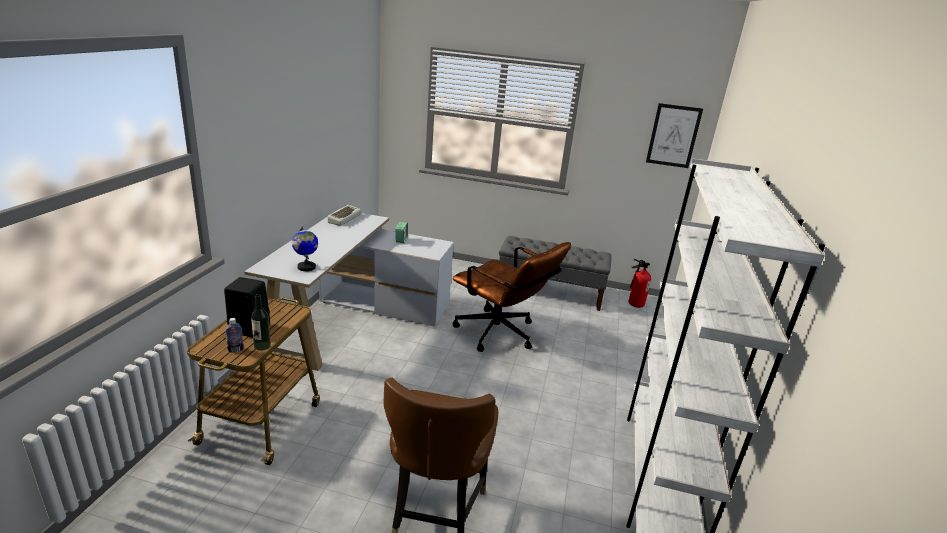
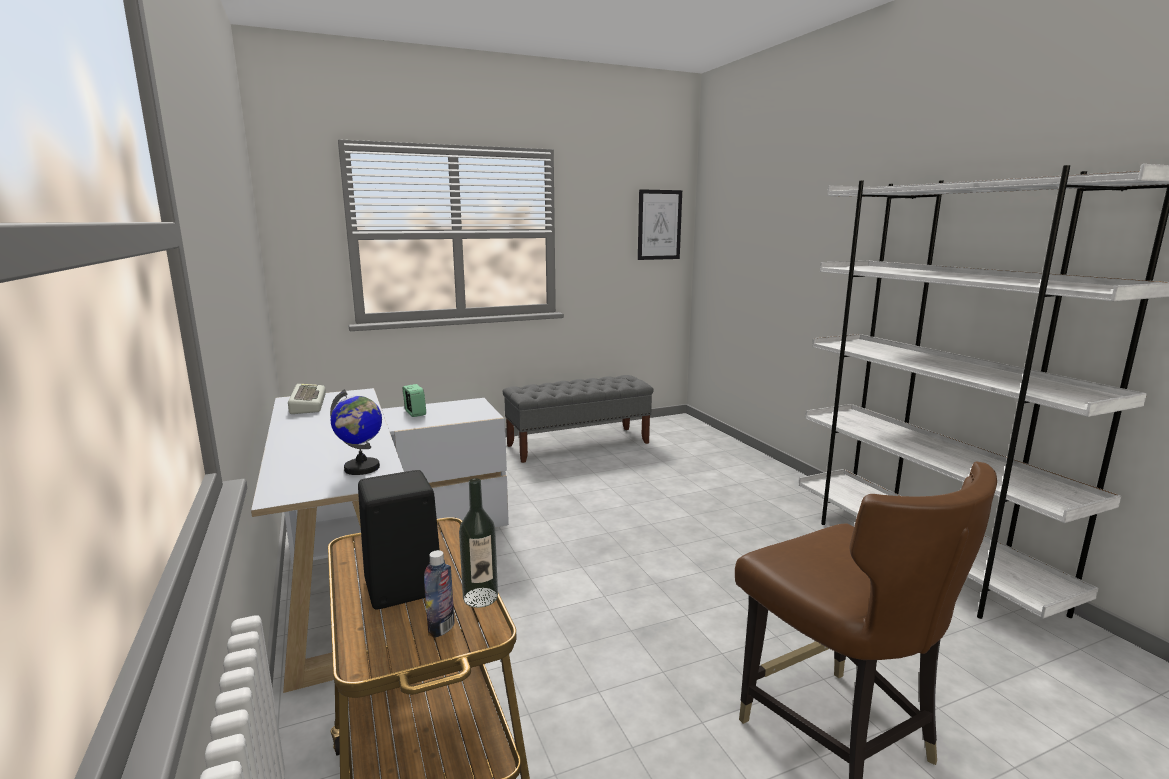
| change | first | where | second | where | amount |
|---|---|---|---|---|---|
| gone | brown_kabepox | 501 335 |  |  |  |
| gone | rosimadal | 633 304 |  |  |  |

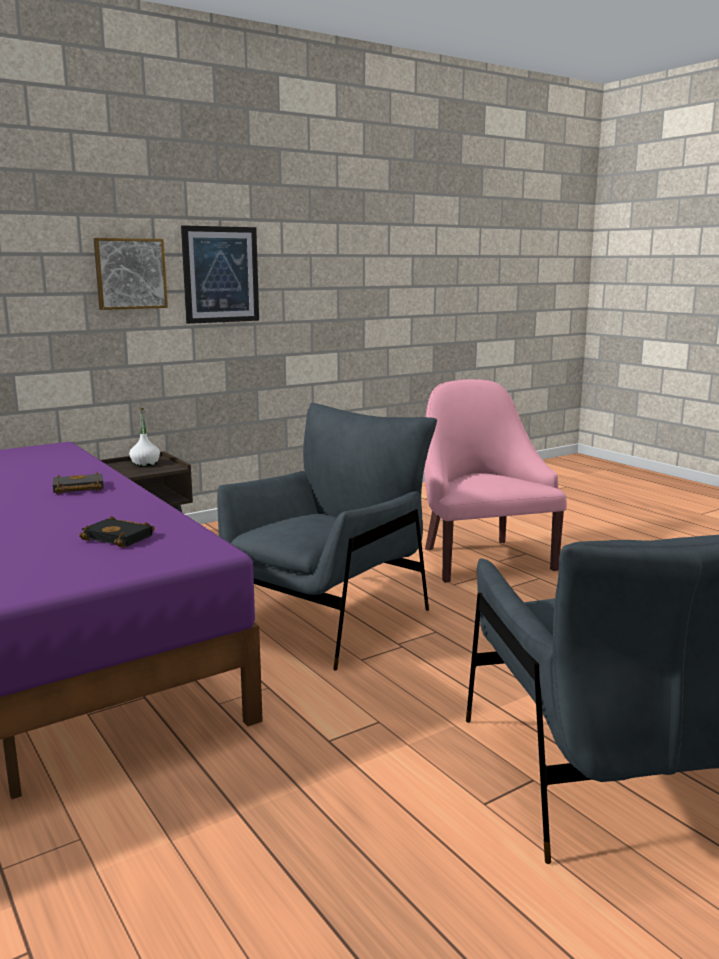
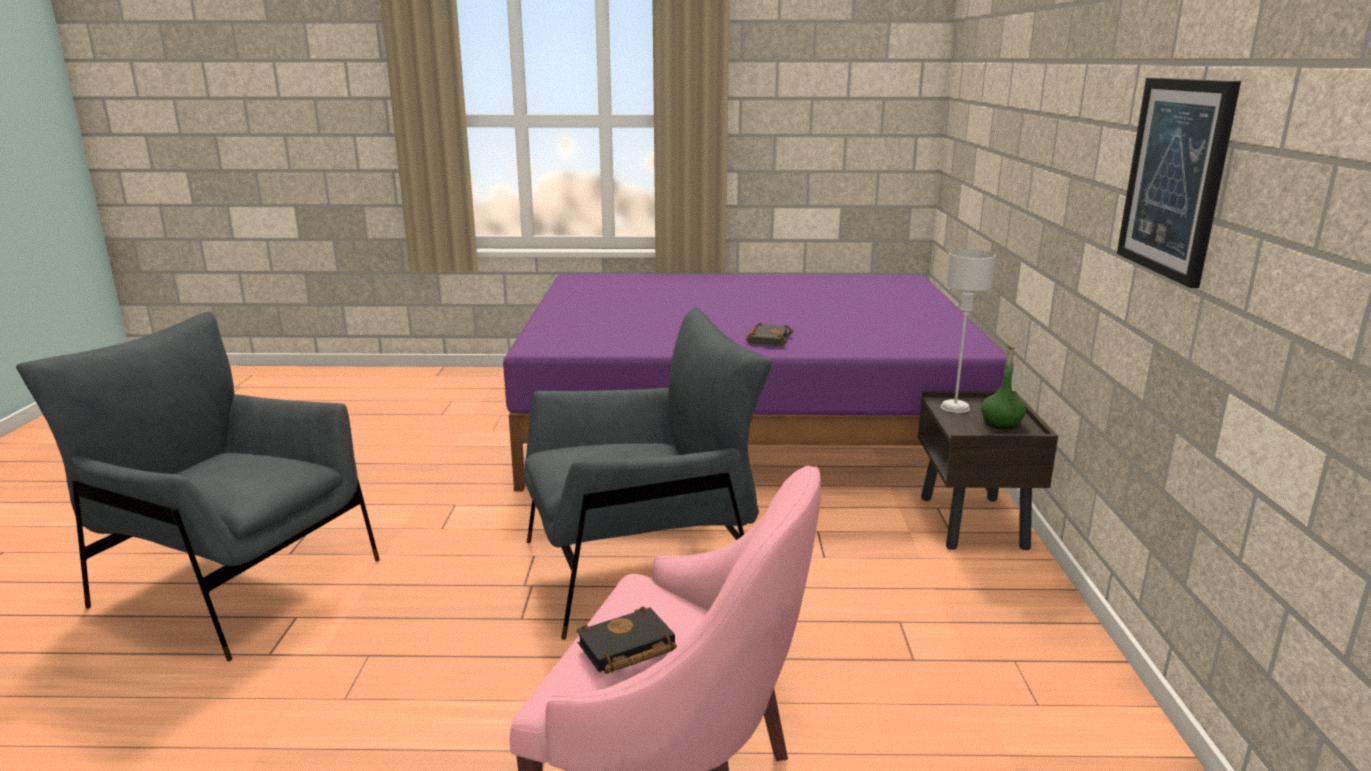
| change | first | where | second | where | amount |
|---|---|---|---|---|---|
| gone | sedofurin | 130 273 |  |  |  |
| new |  |  | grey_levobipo | 955 407 |  |
| shifted | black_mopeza | 121 537 |  | 625 649 |  |
| repainted | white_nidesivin | 145 463 | green_nidesivin | 1001 423 |  |
| rotated | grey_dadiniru | 326 617 |  | 640 569 | 90 degrees counterclockwise |

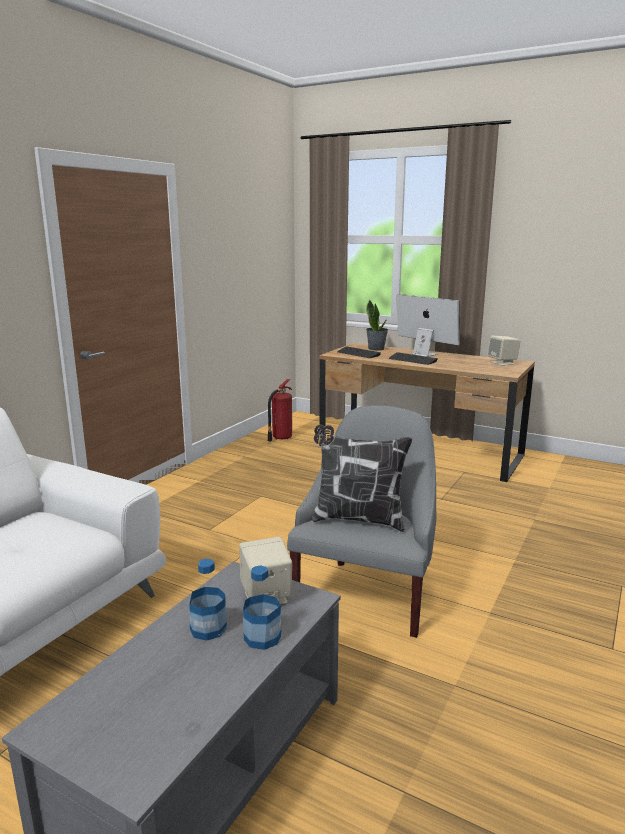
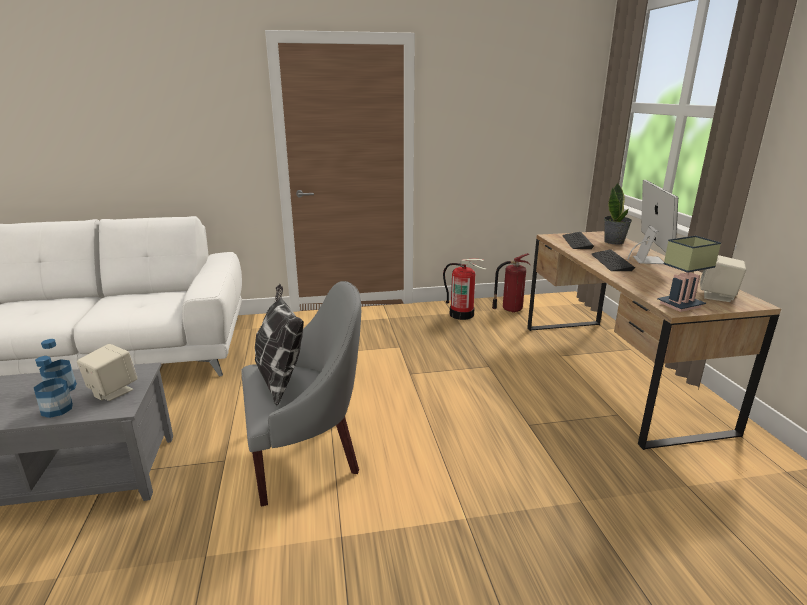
| change | first | where | second | where | amount |
|---|---|---|---|---|---|
| new |  |  | rosimadal | 462 314 |  |
| new |  |  | levobipo | 679 304 |  |

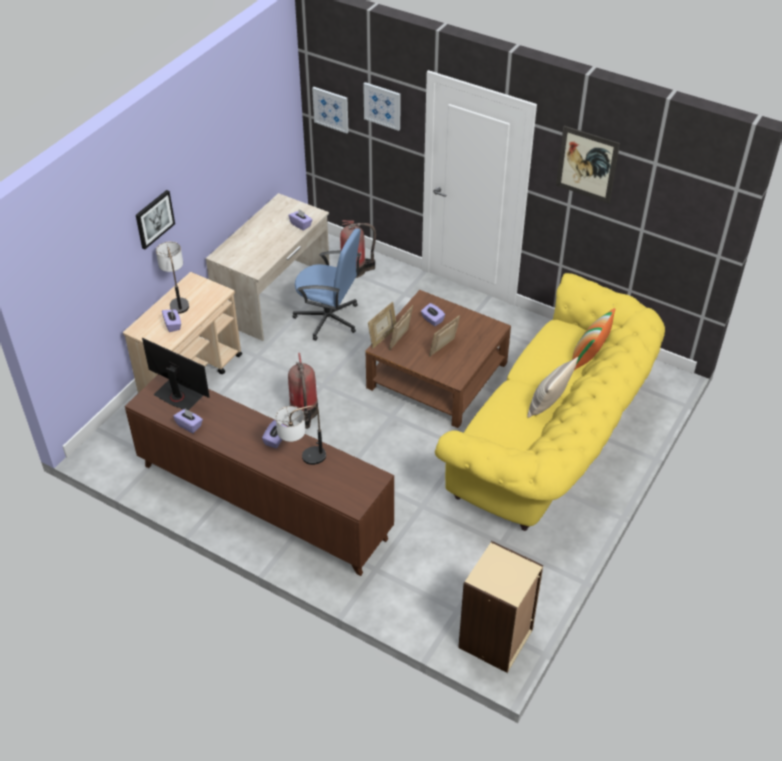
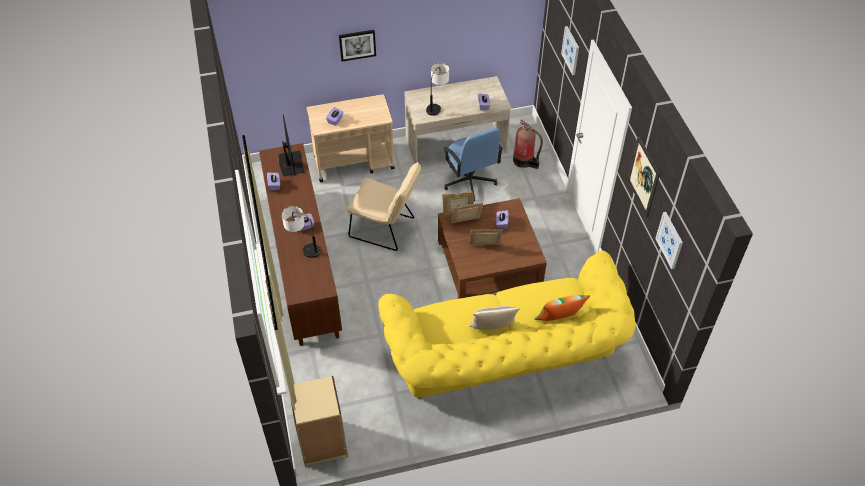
| change | first | where | second | where | amount |
|---|---|---|---|---|---|
| shifted | levobipo | 177 299 |  | 437 105 |  |
| shifted | sedofurin | 331 109 |  | 670 240 |  |
| swapped | rosimadal | 304 412 | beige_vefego | 386 229 |  |

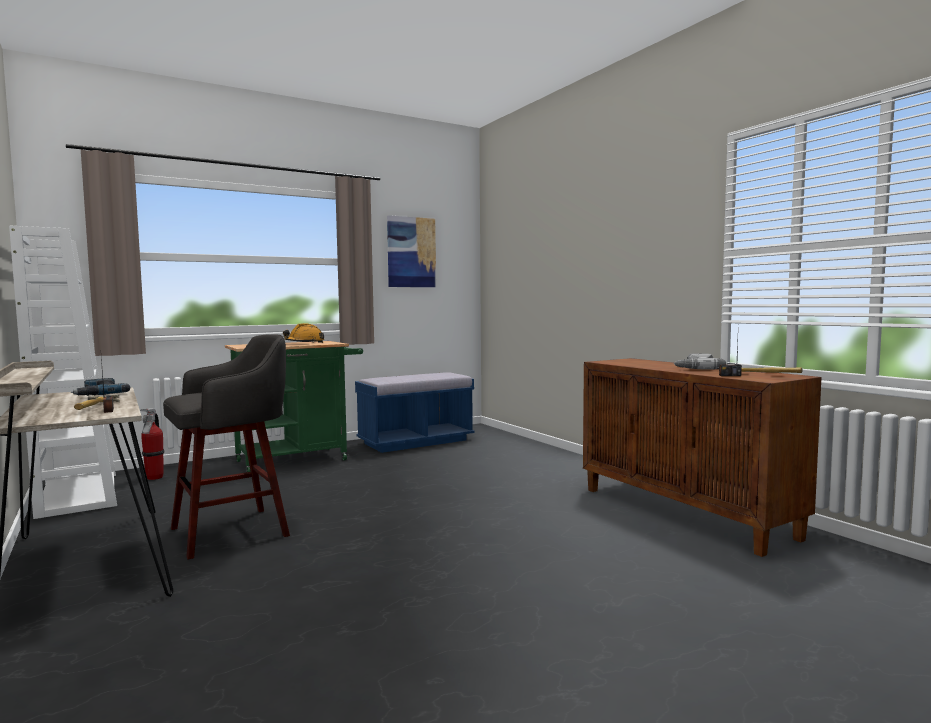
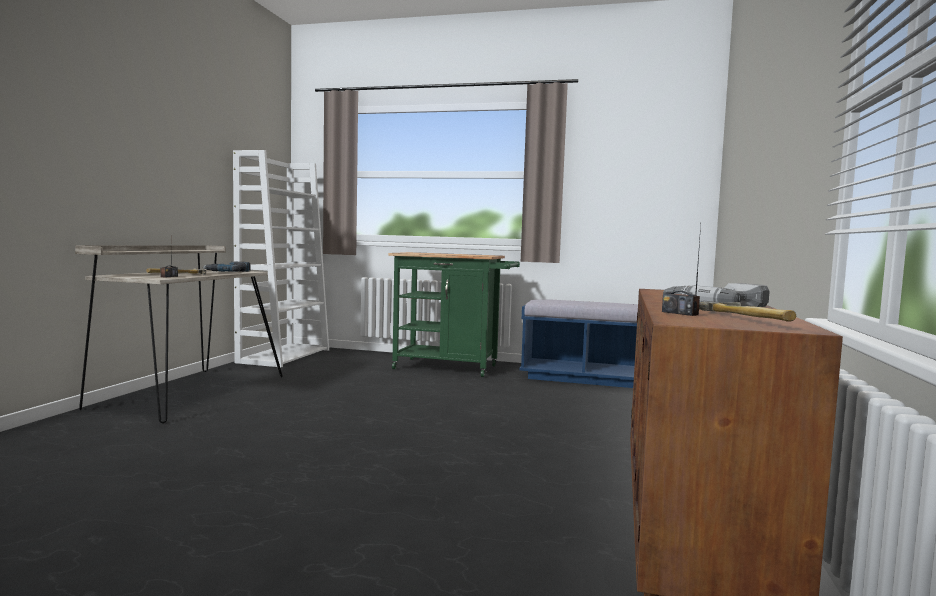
| change | first | where | second | where | amount |
|---|---|---|---|---|---|
| gone | rosimadal | 154 478 |  |  |  |
| gone | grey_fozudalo | 234 531 |  |  |  |
| gone | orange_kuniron | 304 343 |  |  |  |
| gone | sedofurin | 411 252 |  |  |  |

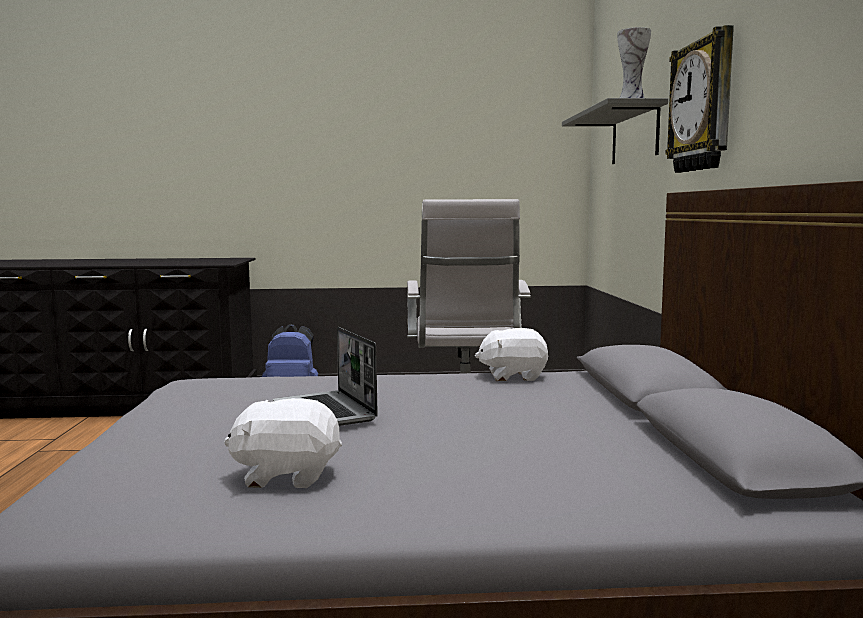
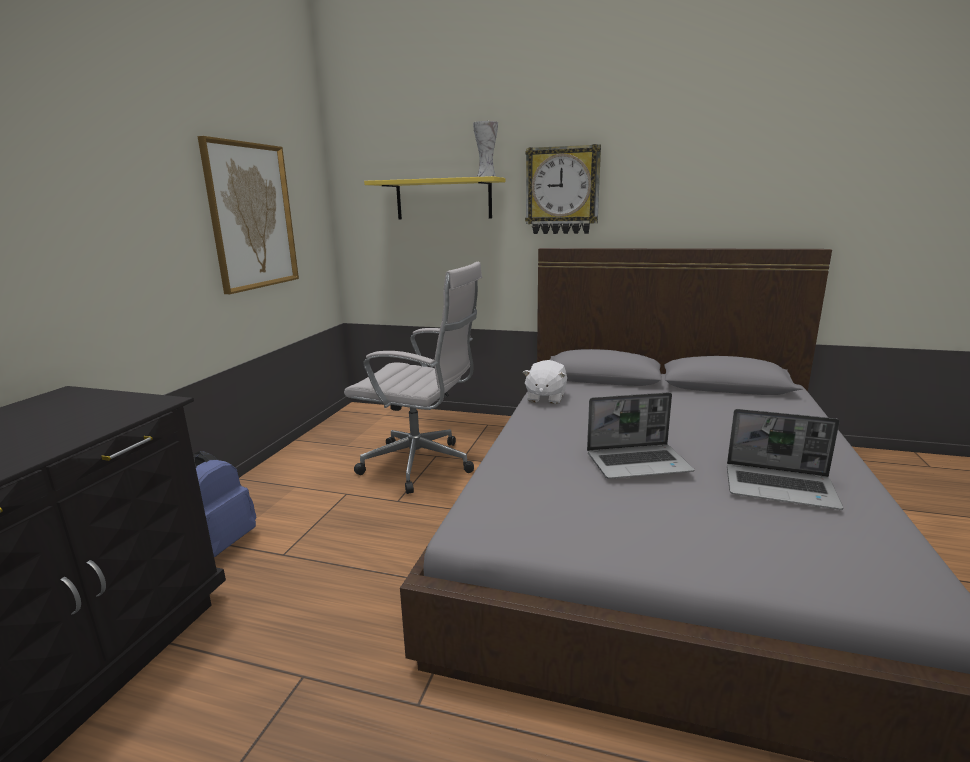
| change | first | where | second | where | amount |
|---|---|---|---|---|---|
| new |  |  | sedofurin | 251 216 |  |
| swapped | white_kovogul | 287 475 | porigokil | 781 488 |  |
| repainted | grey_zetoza | 634 135 | yellow_zetoza | 443 199 |  |

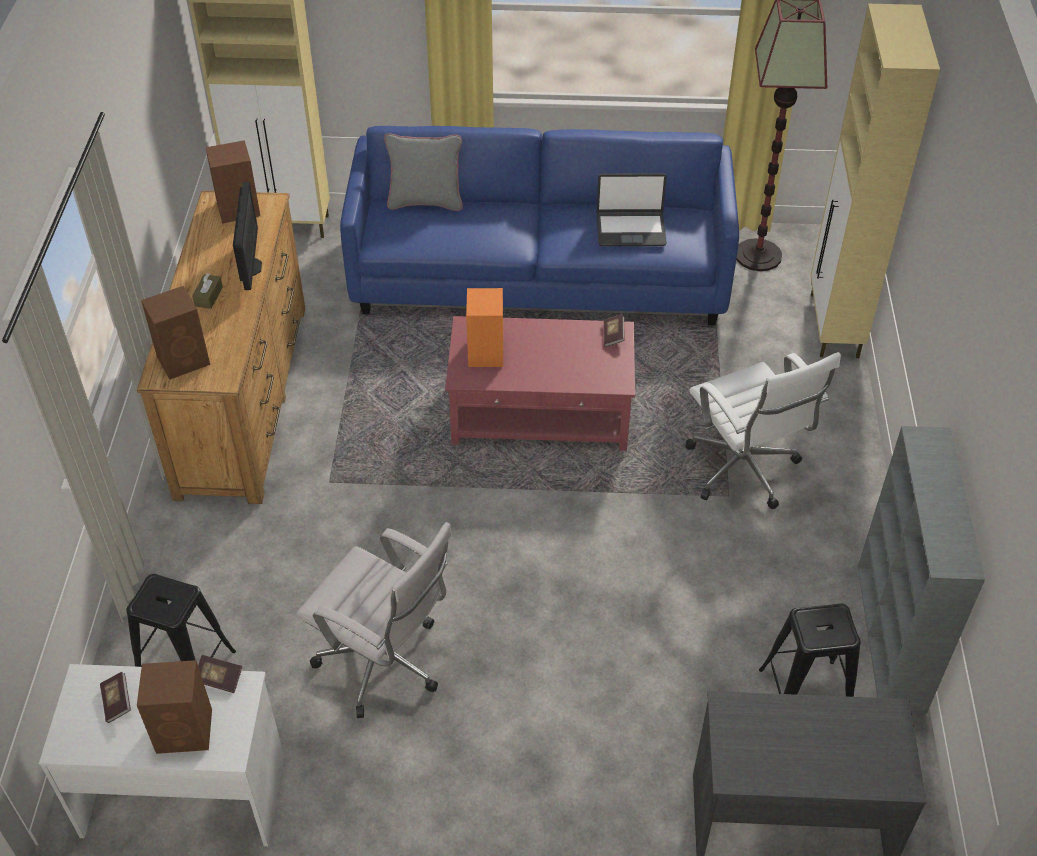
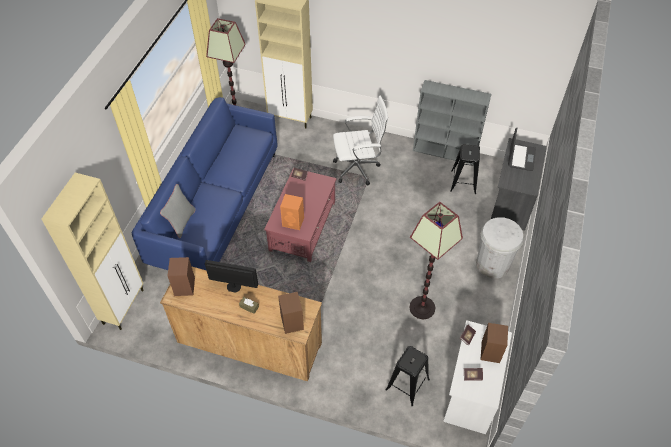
| change | first | where | second | where | amount |
|---|---|---|---|---|---|
| new |  |  | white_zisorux | 492 264 |  |
| shifted | porigokil | 630 229 |  | 521 157 |  |
| swapped | white_kabepox | 385 664 | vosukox | 422 308 |  |

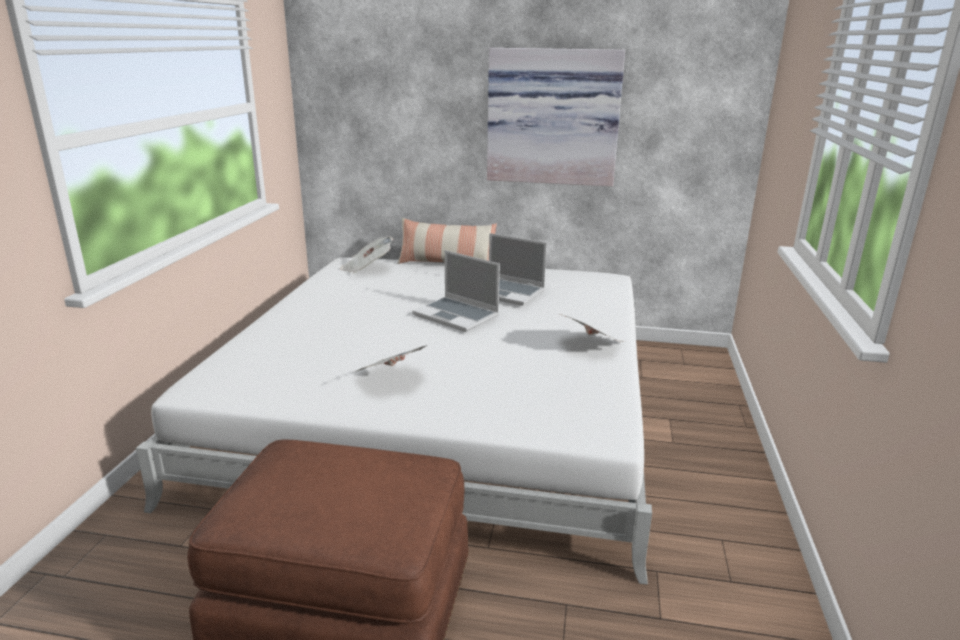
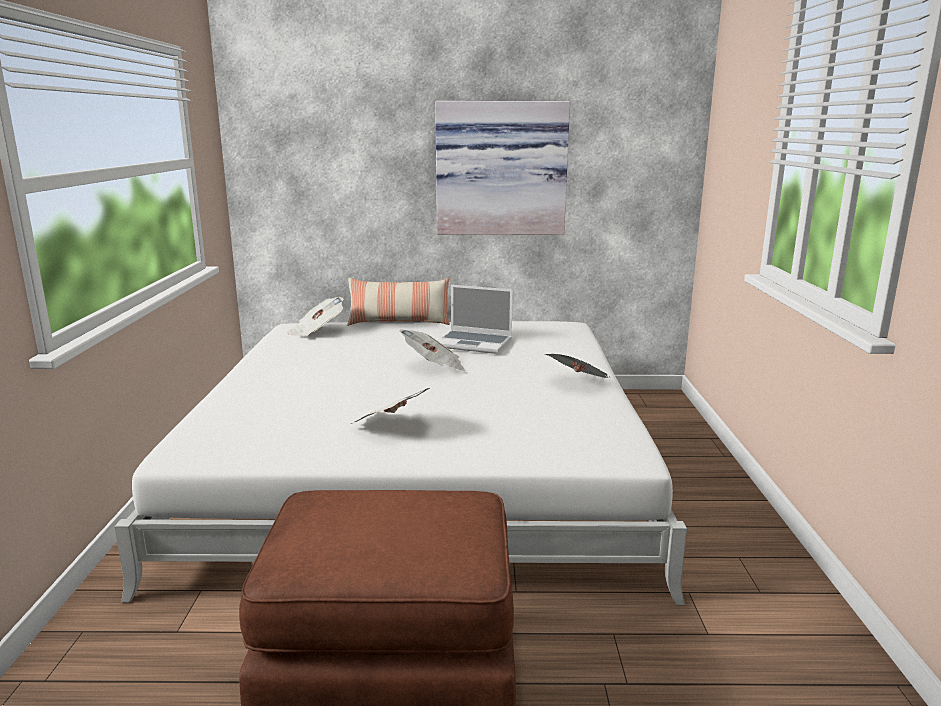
| change | first | where | second | where | amount |
|---|---|---|---|---|---|
| swapped | porigokil | 457 315 | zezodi | 434 367 |  |

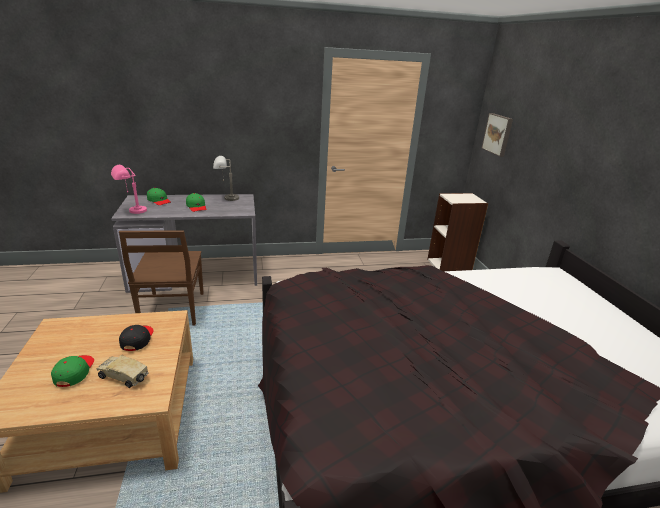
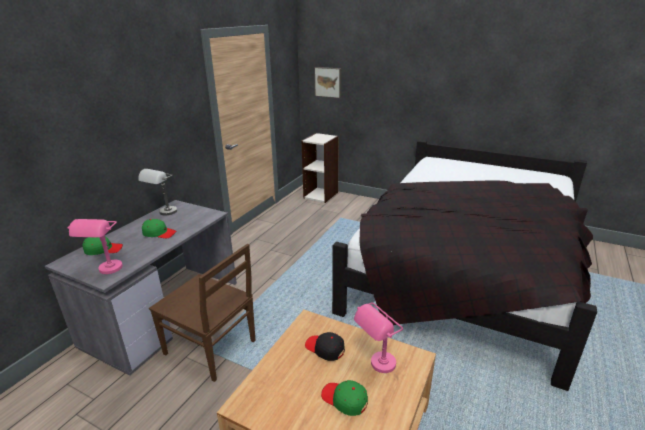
| change | first | where | second | where | amount |
|---|---|---|---|---|---|
| swapped | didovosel | 125 377 | pink_levobipo | 377 367 |  |

